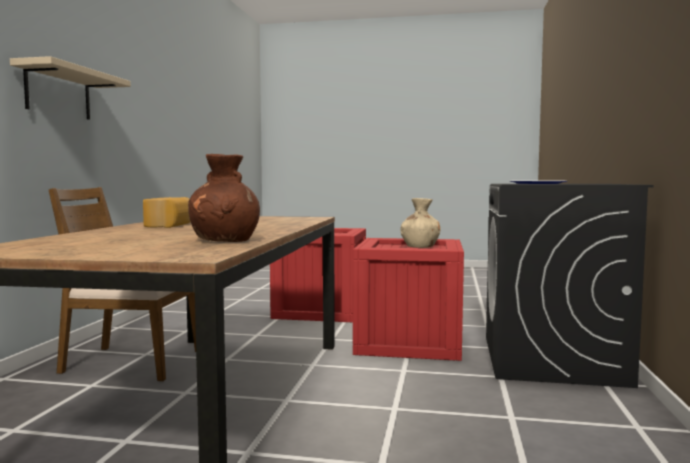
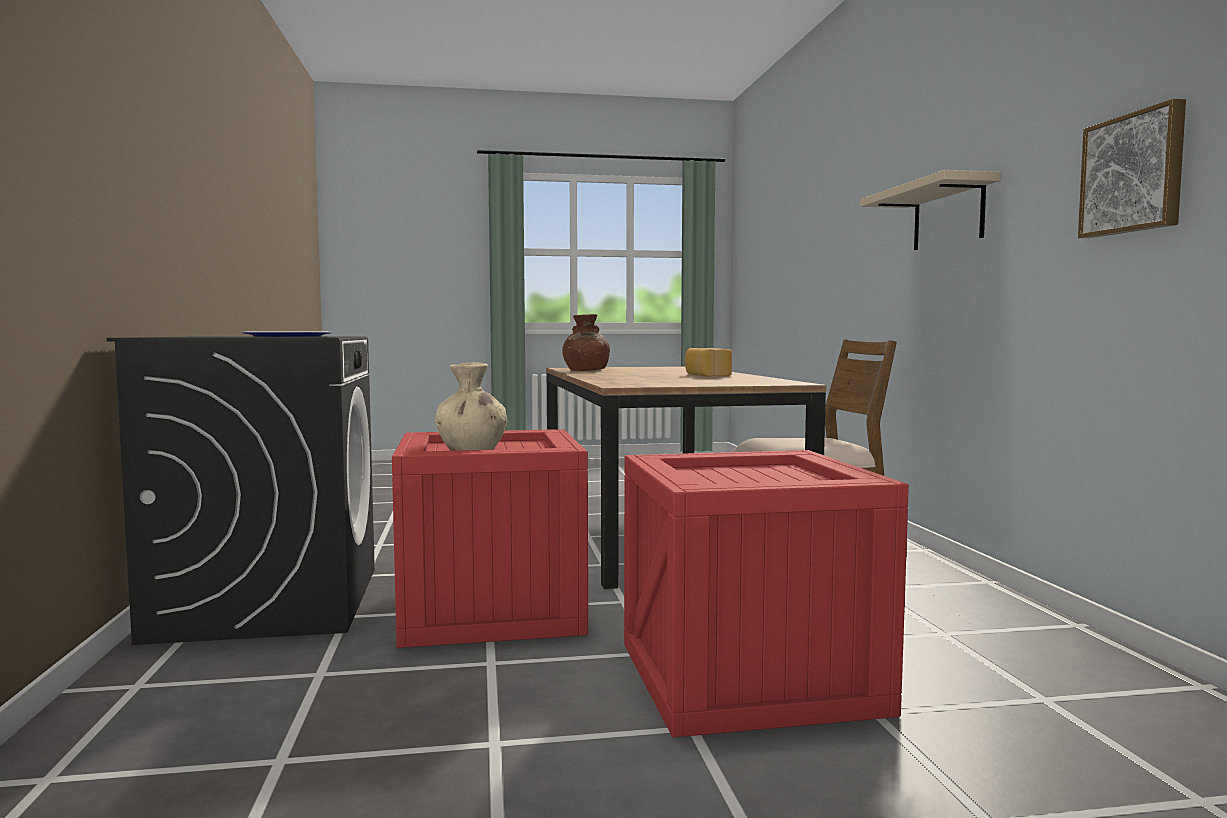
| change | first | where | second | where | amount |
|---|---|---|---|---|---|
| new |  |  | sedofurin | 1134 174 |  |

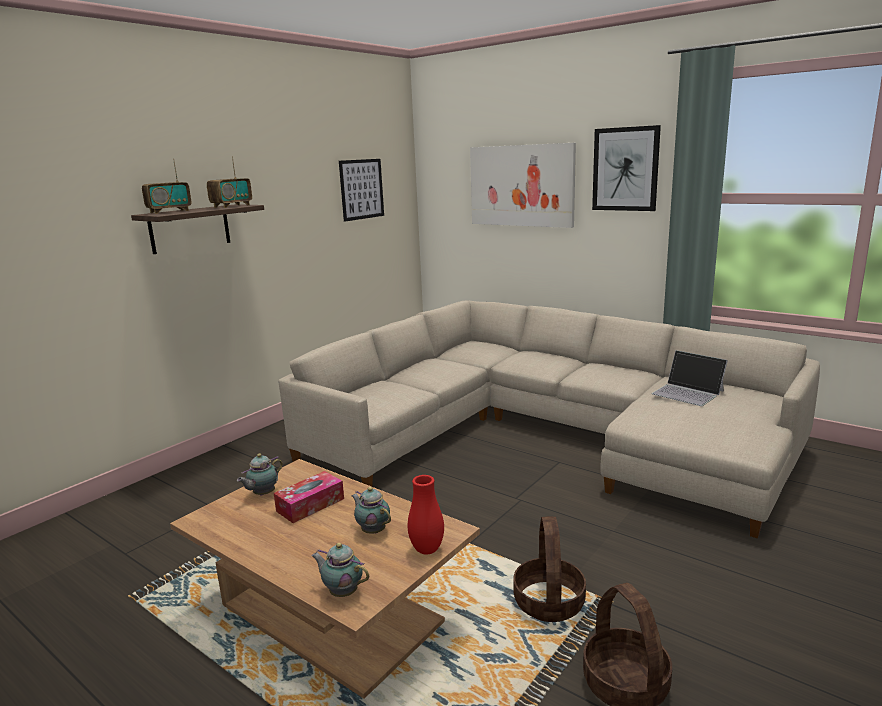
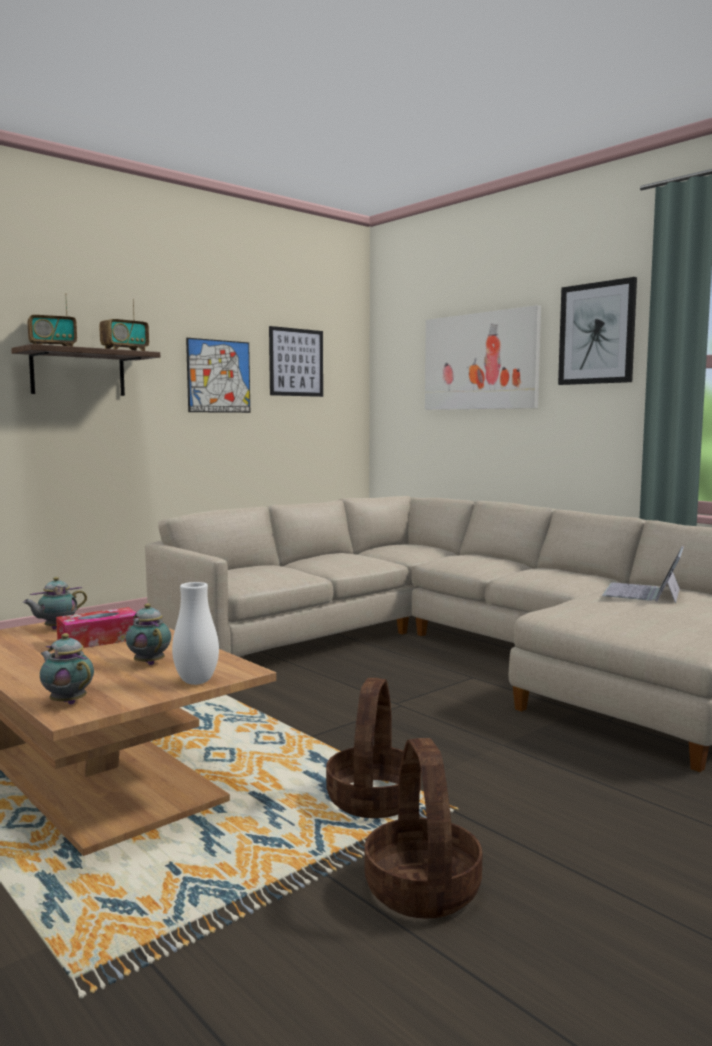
| change | first | where | second | where | amount |
|---|---|---|---|---|---|
| new |  |  | sedofurin | 218 376 |  |
| repainted | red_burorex | 427 550 | white_burorex | 196 682 |  |
| rotated | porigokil | 688 392 |  | 643 593 | 60 degrees clockwise |

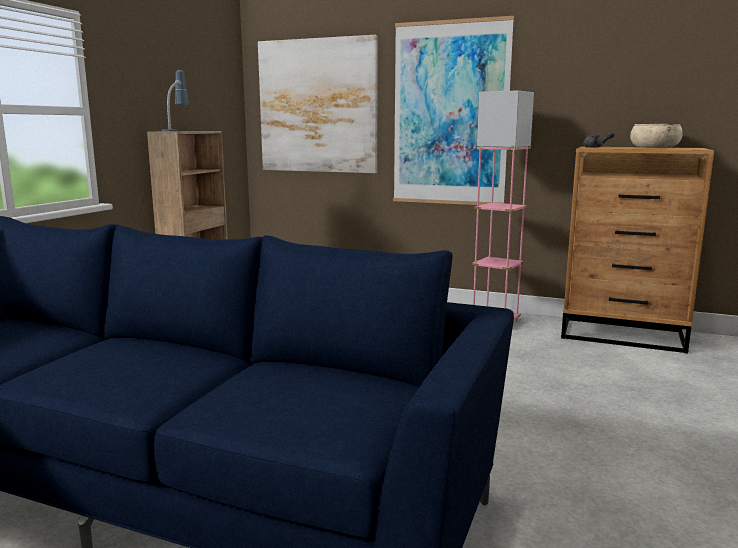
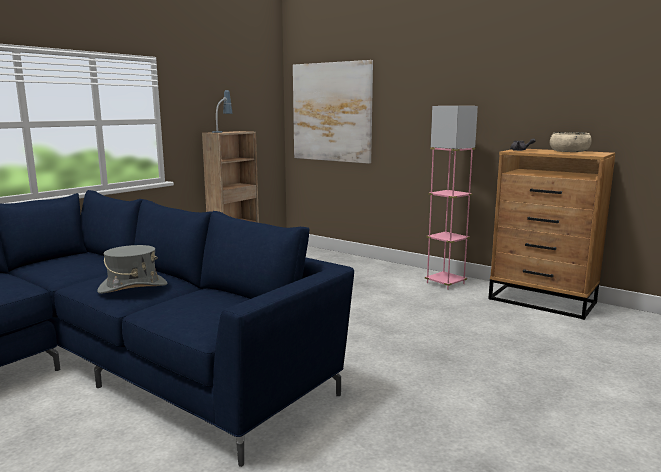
| change | first | where | second | where | amount |
|---|---|---|---|---|---|
| gone | sedofurin | 450 114 |  |  |  |
| new |  |  | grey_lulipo | 133 287 |  |

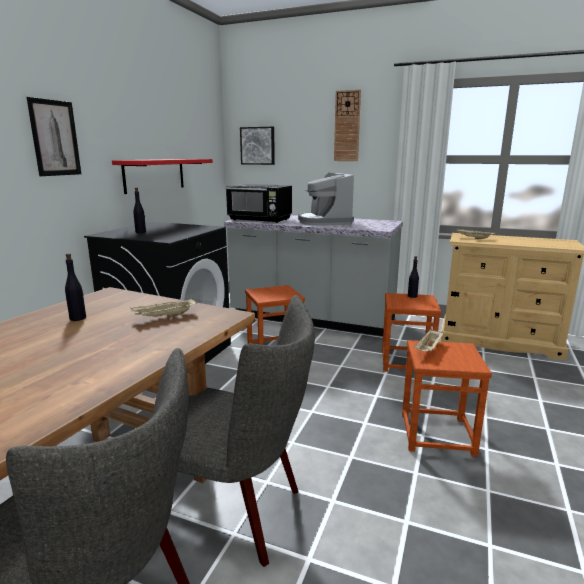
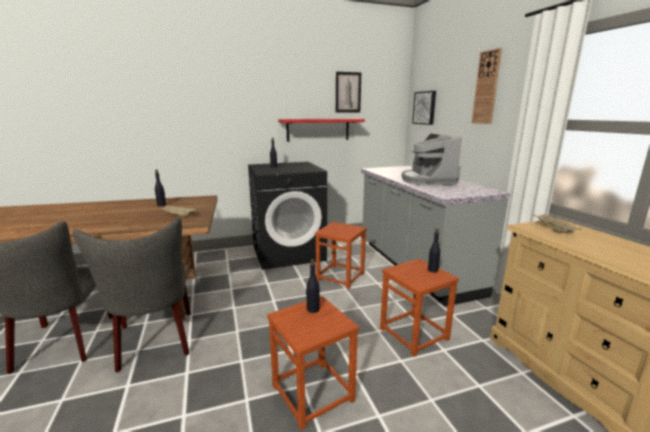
| change | first | where | second | where | amount |
|---|---|---|---|---|---|
| gone | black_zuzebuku | 260 220 |  |  |  |
| shifted | sedofurin | 55 138 |  | 348 92 |  |
| swapped | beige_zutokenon | 429 349 | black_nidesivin | 313 309 |  |
| rotated | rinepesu | 324 222 |  | 427 180 | 45 degrees counterclockwise |

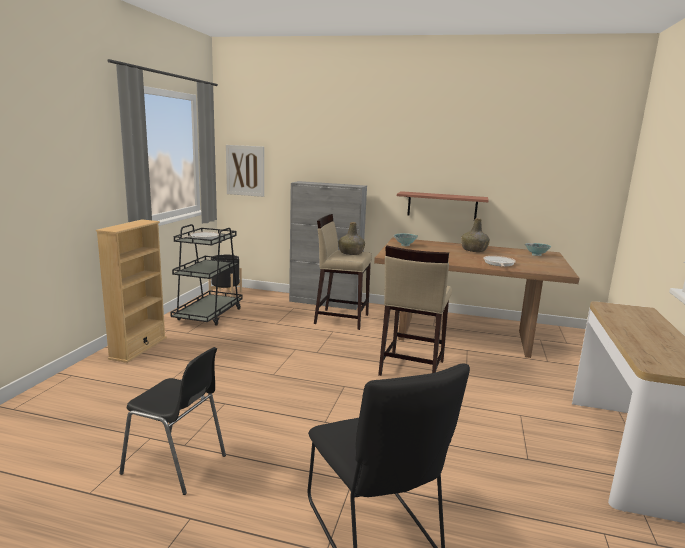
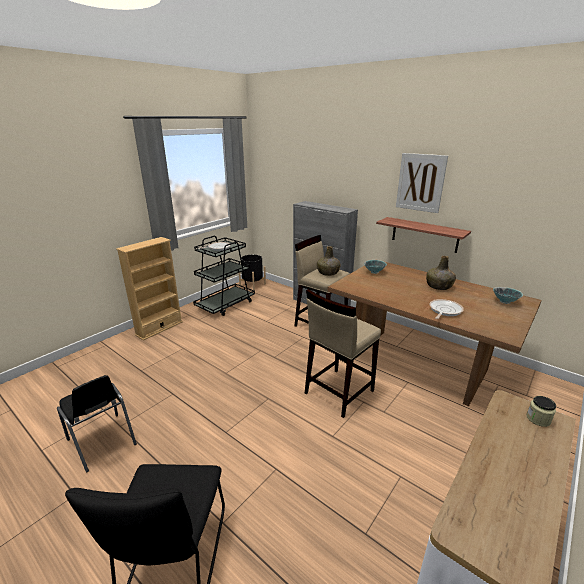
| change | first | where | second | where | amount |
|---|---|---|---|---|---|
| new |  |  | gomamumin | 538 419 |  |
| shifted | sedofurin | 245 170 |  | 420 182 |  |

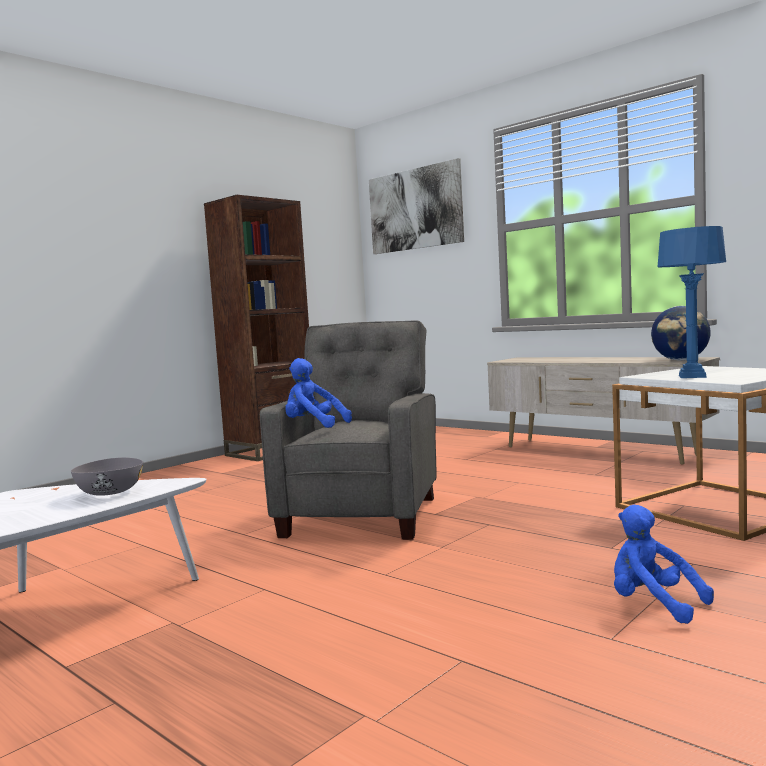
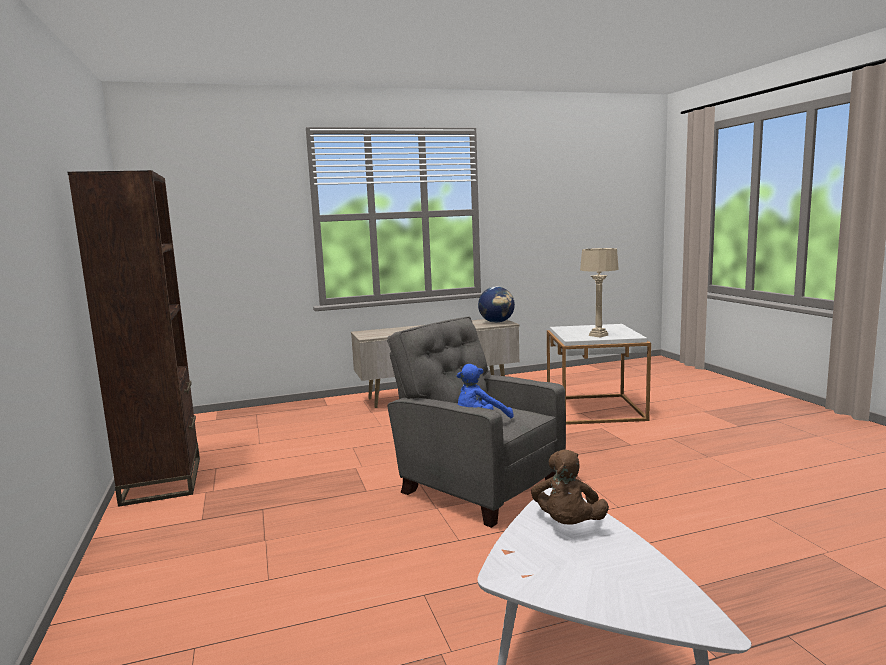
| change | first | where | second | where | amount |
|---|---|---|---|---|---|
| gone | sedofurin | 415 209 |  |  |  |
| gone | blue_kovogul | 653 604 |  |  |  |
| swapped | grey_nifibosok | 109 492 | brown_kovogul | 568 525 |  |
| repainted | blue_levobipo | 692 376 | beige_levobipo | 598 335 |  |

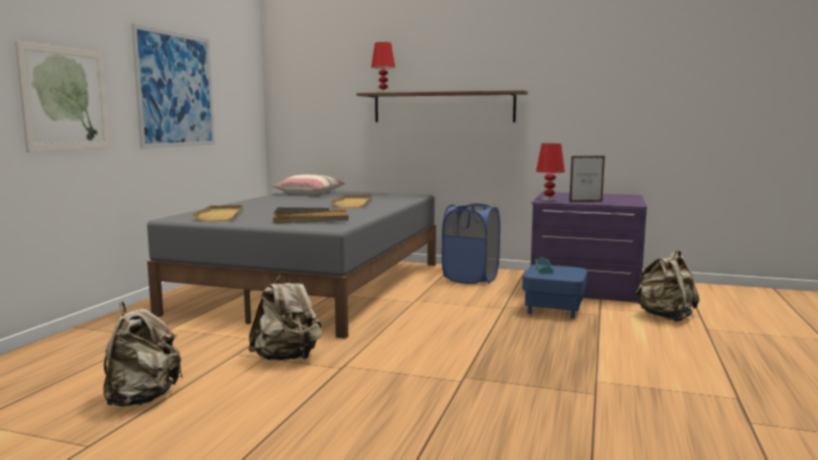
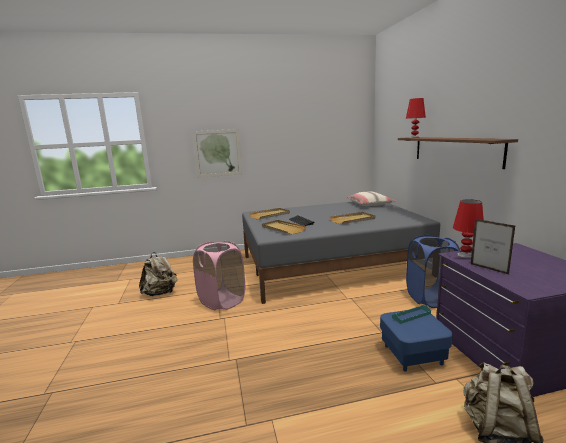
| change | first | where | second | where | amount |
|---|---|---|---|---|---|
| gone | sedofurin | 176 90 |  |  |  |
| swapped | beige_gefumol | 287 358 | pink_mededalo | 222 301 |  |

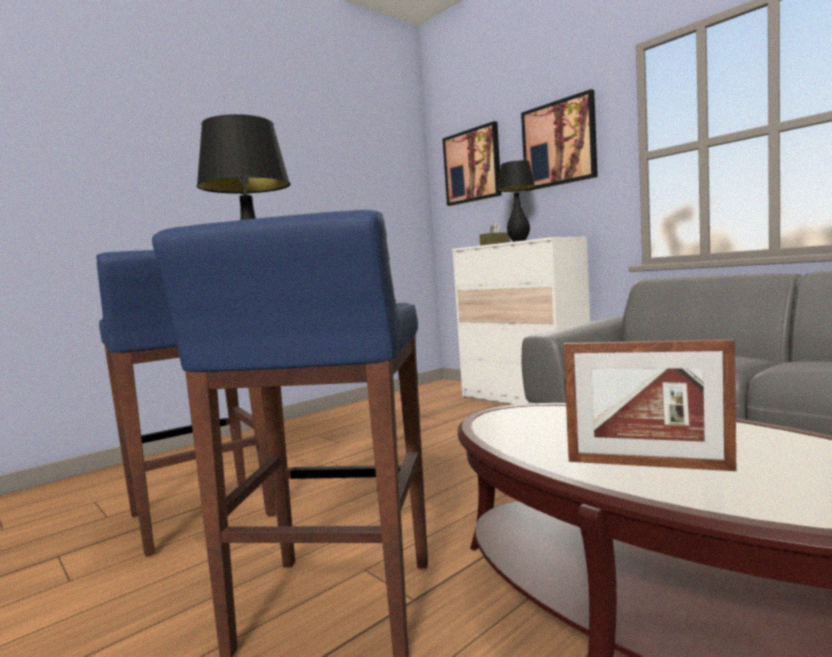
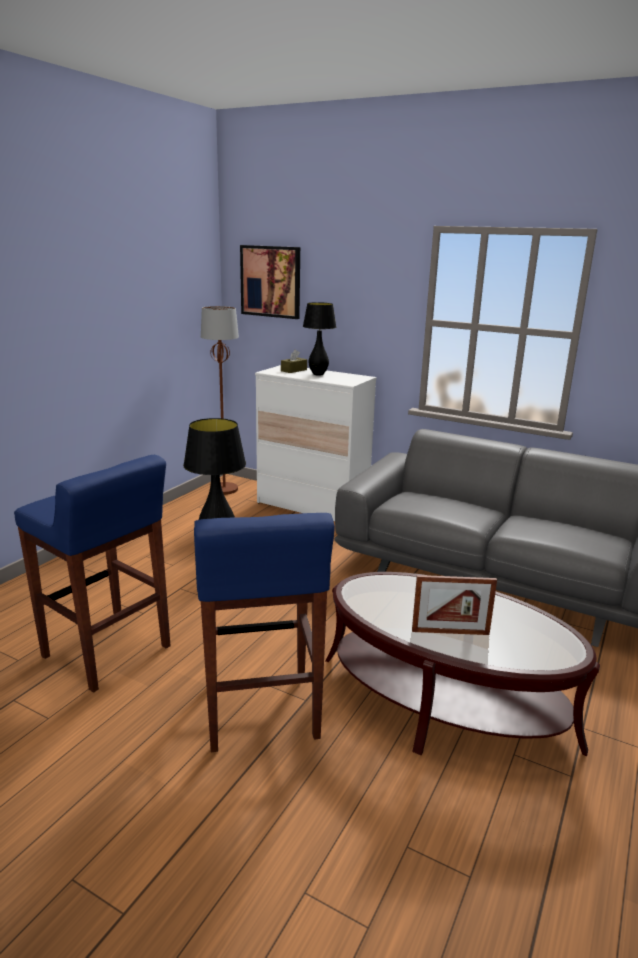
| change | first | where | second | where | amount |
|---|---|---|---|---|---|
| gone | sedofurin | 559 143 |  |  |  |
| new |  |  | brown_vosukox | 224 489 |  |

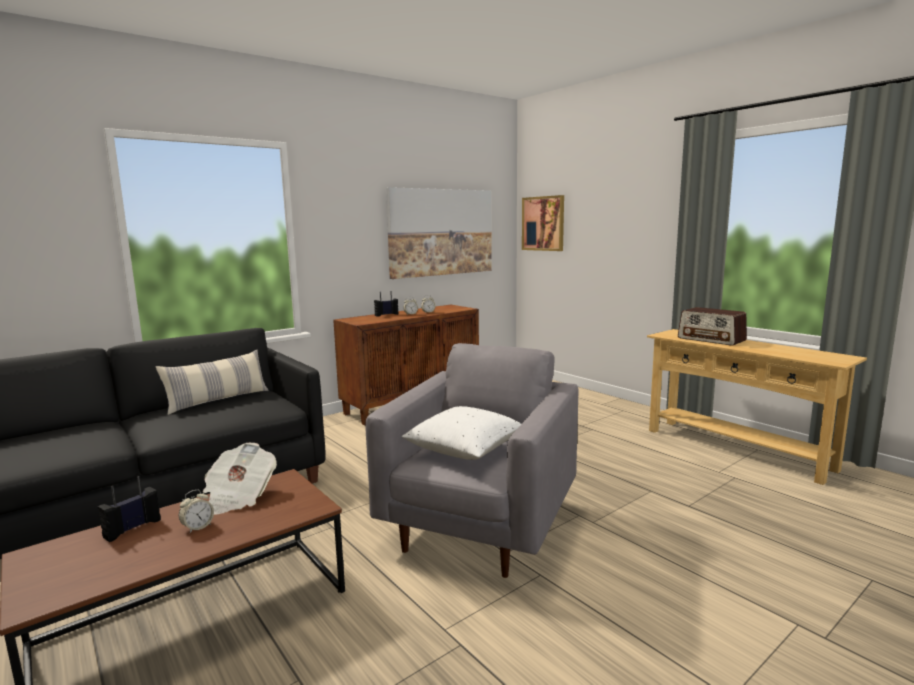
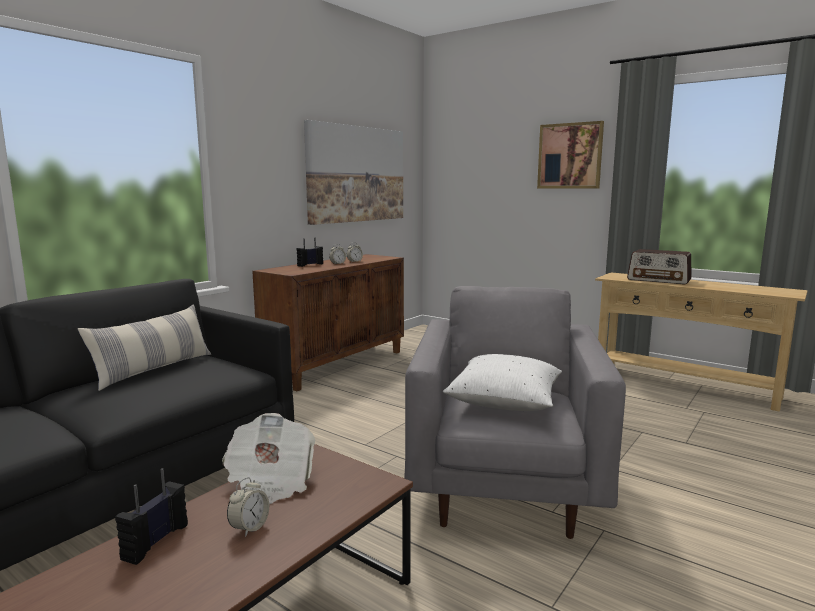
| change | first | where | second | where | amount |
|---|---|---|---|---|---|
| shifted | sedofurin | 543 223 |  | 570 156 |  |

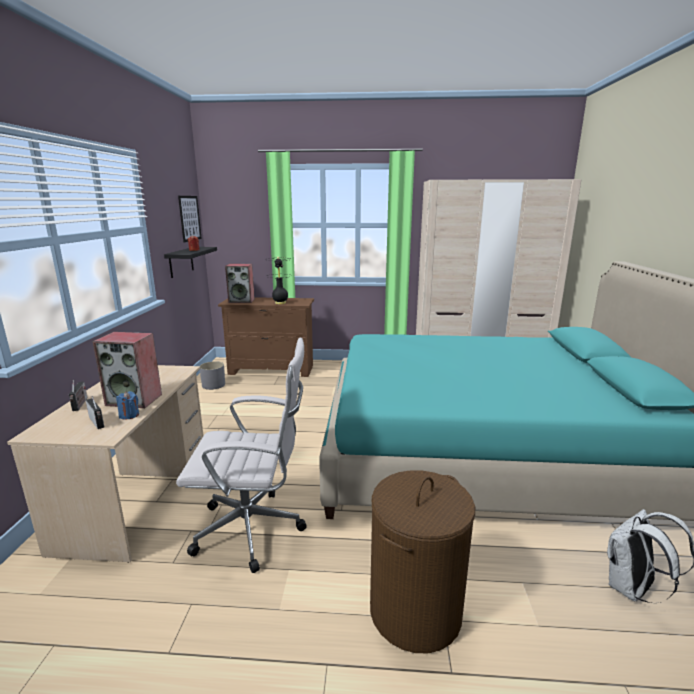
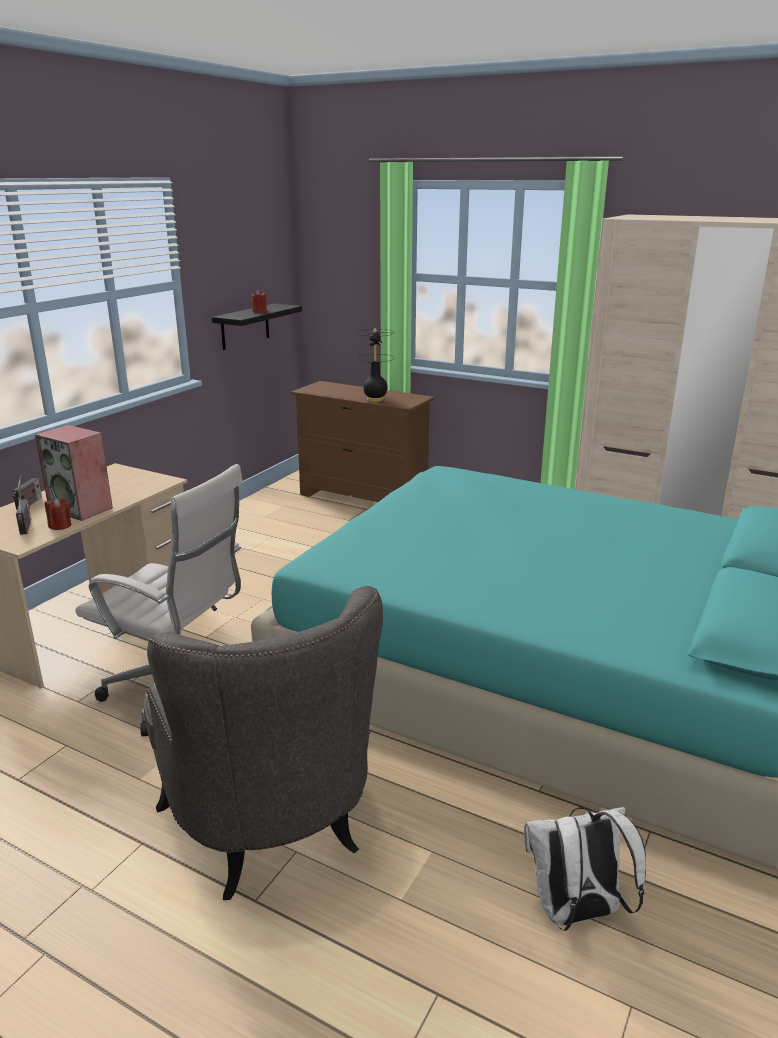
| change | first | where | second | where | amount |
|---|---|---|---|---|---|
| gone | sedofurin | 189 218 |  |  |  |
| gone | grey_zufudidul | 213 385 |  |  |  |
| gone | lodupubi | 242 301 |  |  |  |
| swapped | brown_mededalo | 415 611 | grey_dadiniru | 273 832 |  |
| repainted | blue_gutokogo | 129 415 | red_gutokogo | 60 526 |  |

